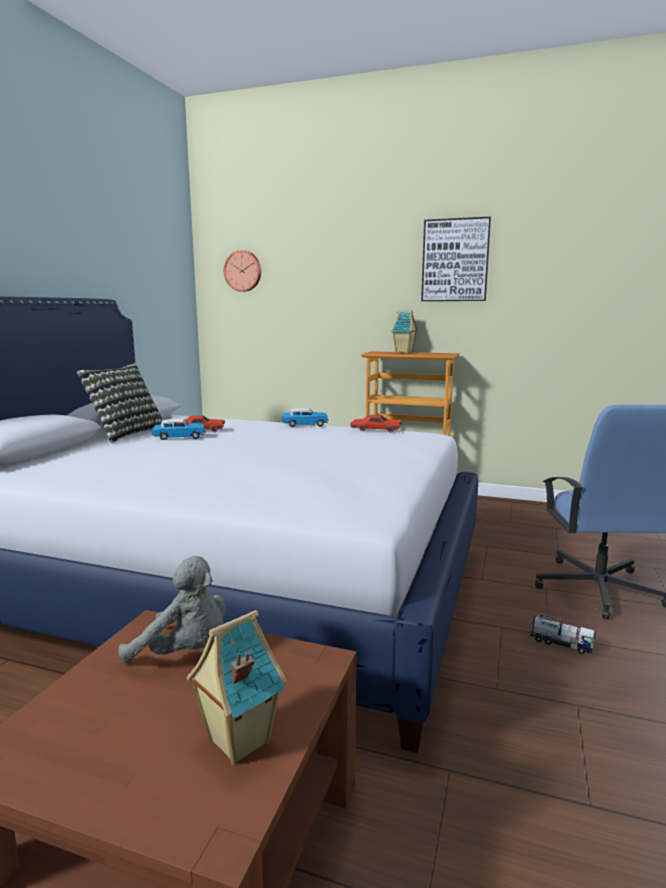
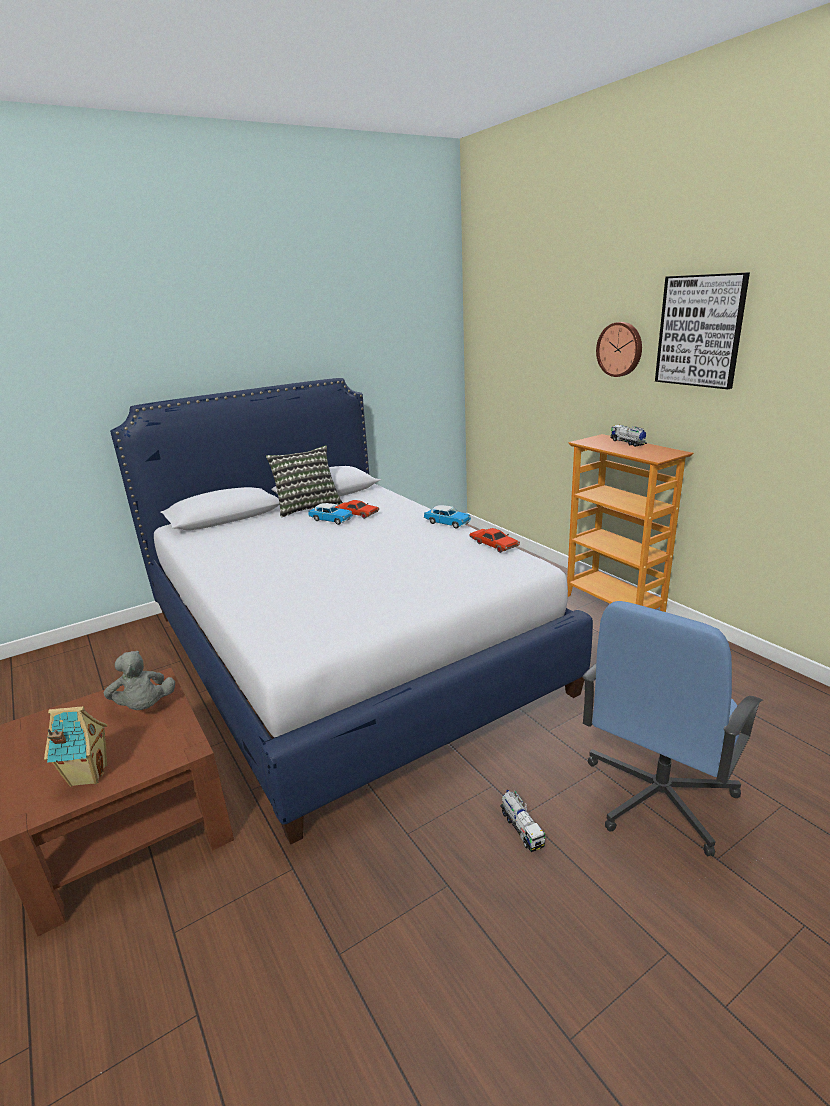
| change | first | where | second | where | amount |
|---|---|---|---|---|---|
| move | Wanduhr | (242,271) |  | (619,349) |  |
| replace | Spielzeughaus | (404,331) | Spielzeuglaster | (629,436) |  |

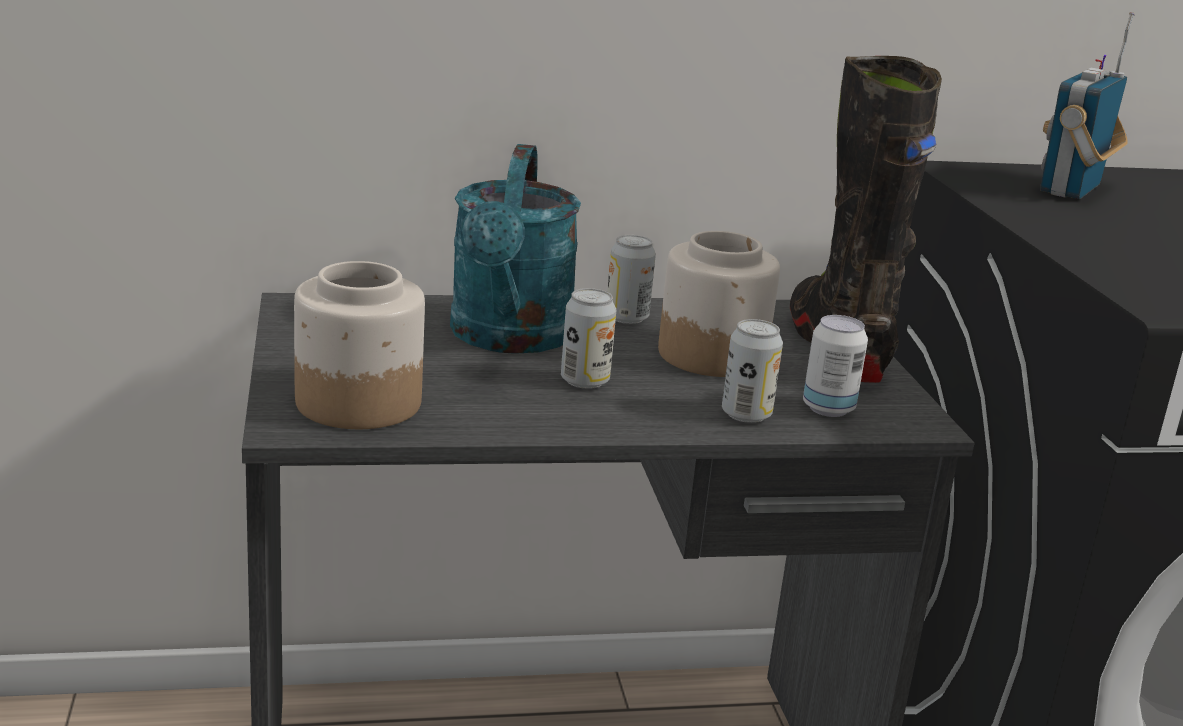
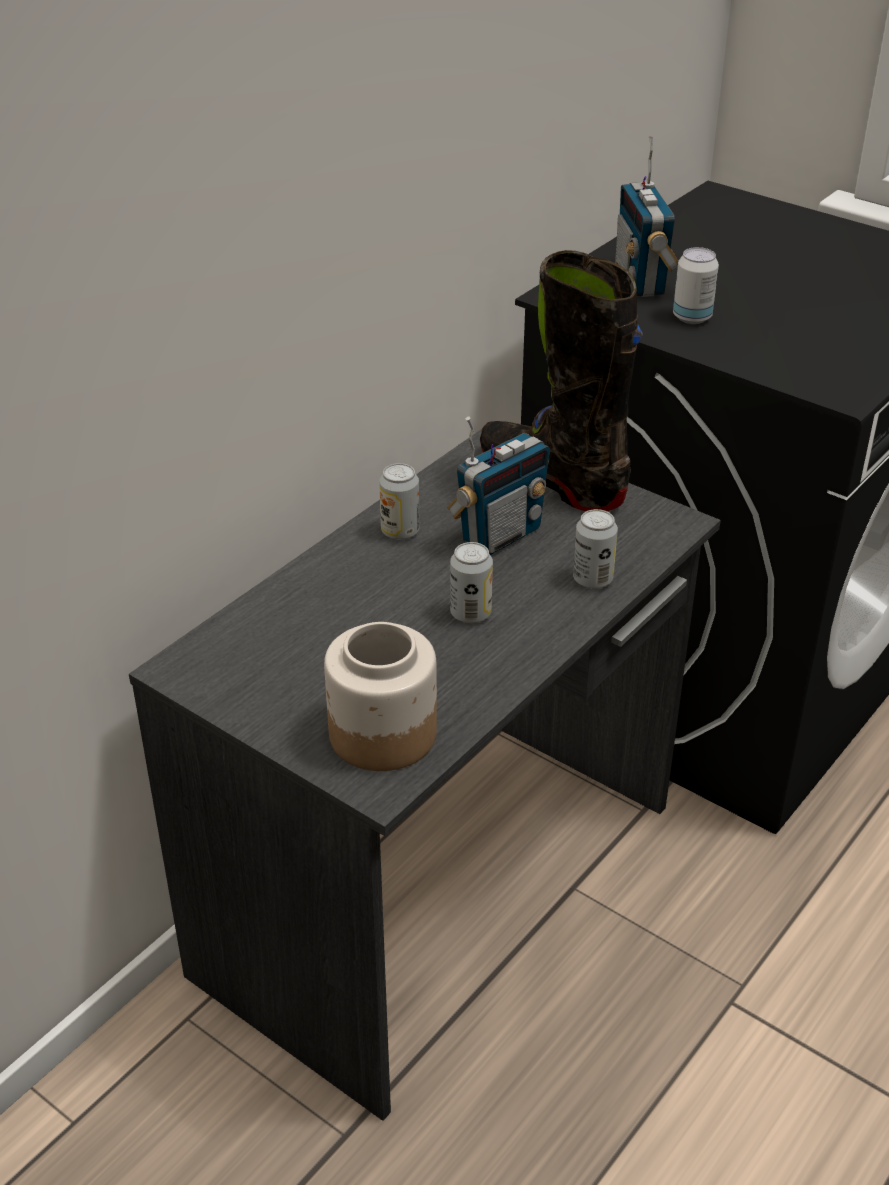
| change | first | where | second | where | amount |
|---|---|---|---|---|---|
| delete | Gießkanne/türkis | (515,249) |  |  |  |
| move | Dose | (835,366) |  | (696,285) |  |
| replace | Vorratsglas | (719,304) | Radio | (498,486) |  |

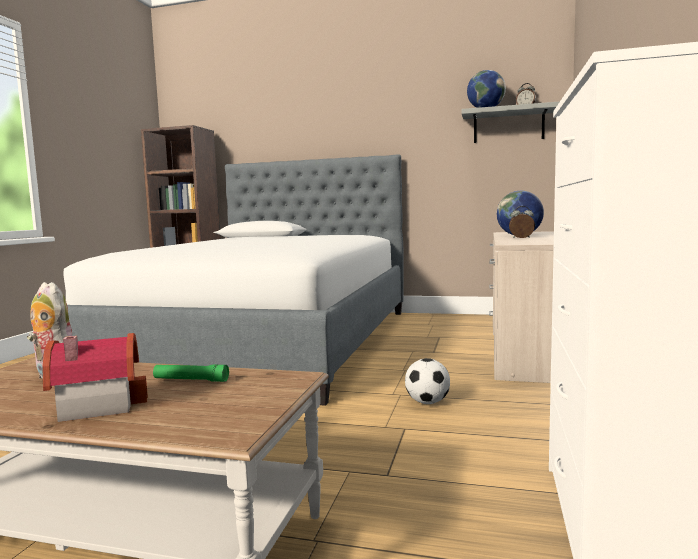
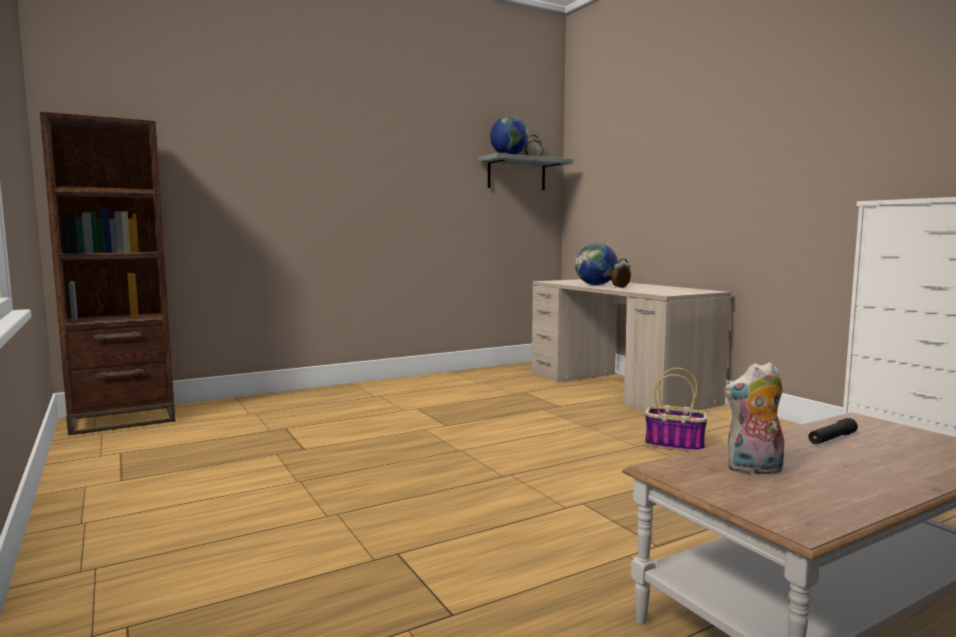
| change | first | where | second | where | amount |
|---|---|---|---|---|---|
| delete | Spielzeughaus | (95,377) |  |  |  |
| delete | Bett | (234,280) |  |  |  |
| replace | Fußball | (427,381) | Korb | (676,410) |  |
| recolor | Taschenlampe/grün | (191,373) | Taschenlampe/schwarz | (833,431) |  |

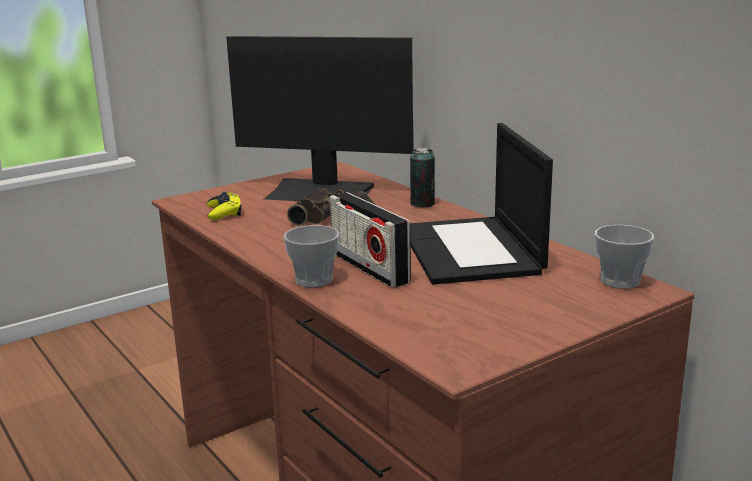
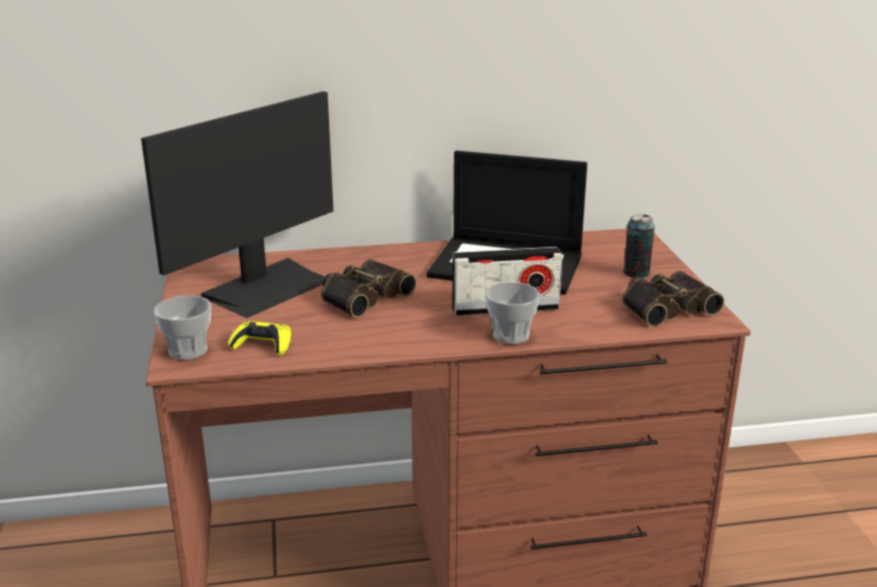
| change | first | where | second | where | amount |
|---|---|---|---|---|---|
| insert |  |  | Fernglas | (673,299) |  |
| move | Dose | (422,177) |  | (639,246) |  |
| move | Tasse | (624,257) |  | (182,327) |  |

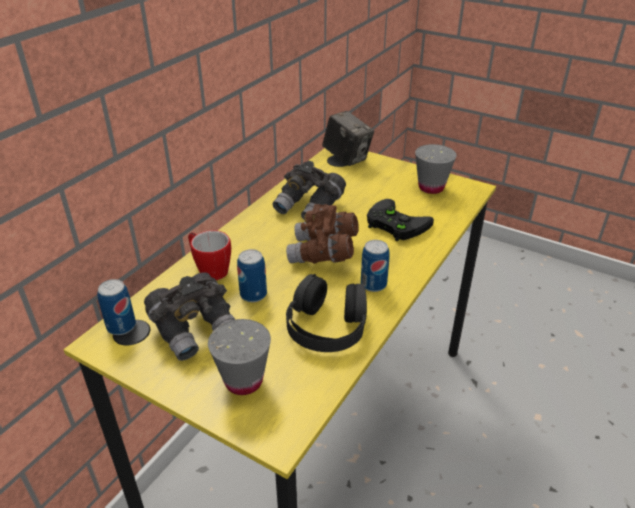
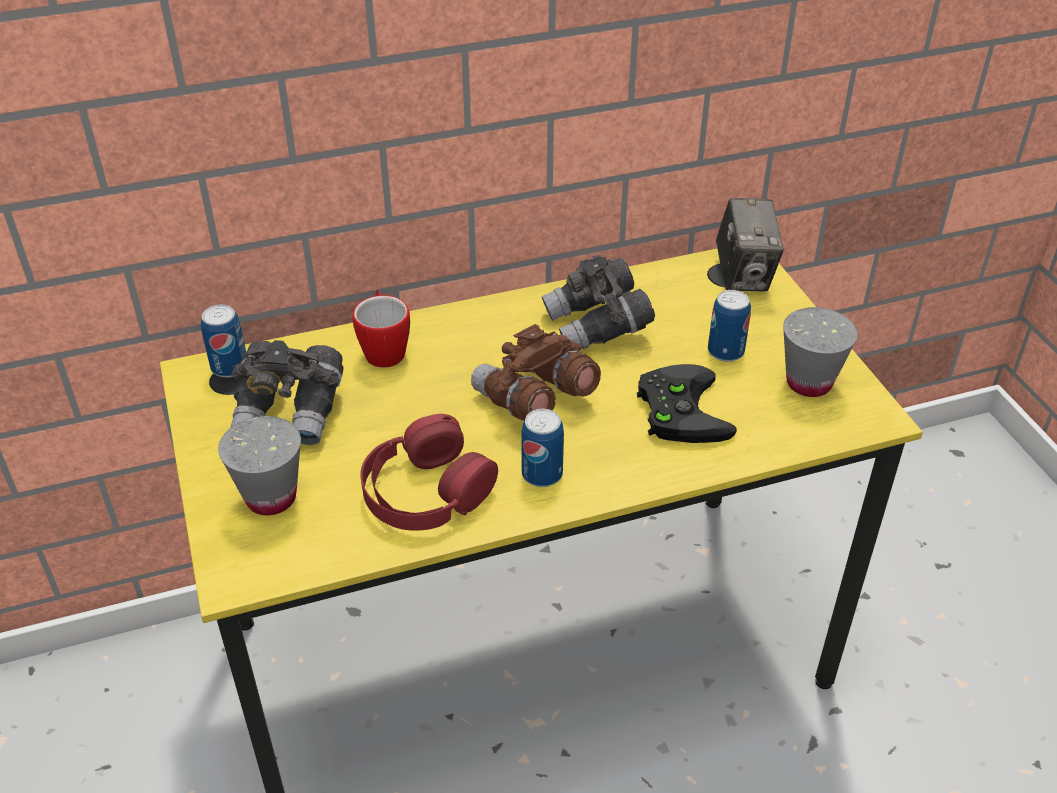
| change | first | where | second | where | amount |
|---|---|---|---|---|---|
| move | Dose | (252,275) |  | (729,326) |  |
| recolor | Kopfhörer/schwarz | (326,313) | Kopfhörer/rot | (429,472) |  |

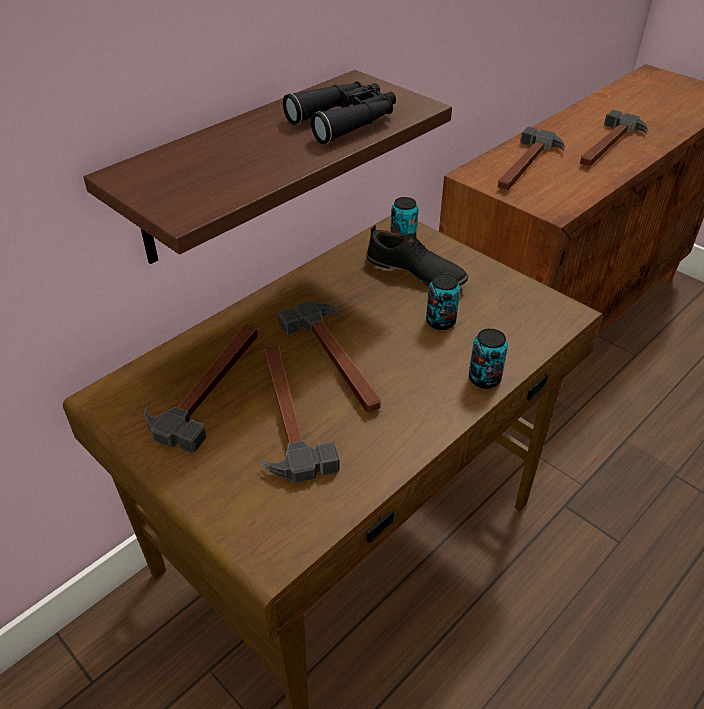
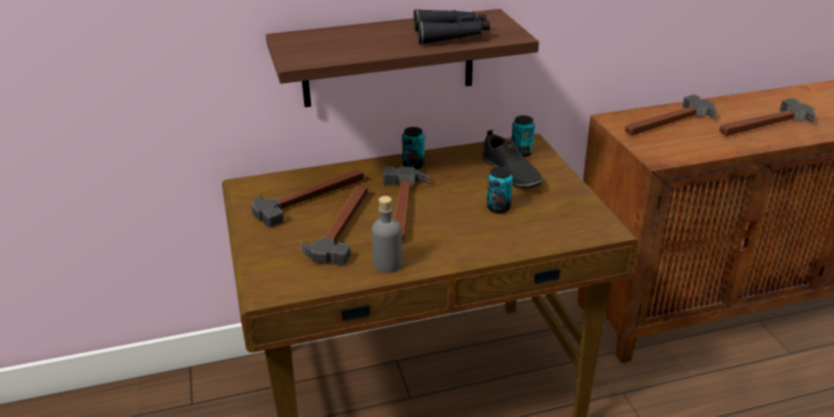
| change | first | where | second | where | amount |
|---|---|---|---|---|---|
| insert |  |  | Flasche/grau | (387,234) |  |
| move | Dose | (488,358) |  | (413,148) |  |

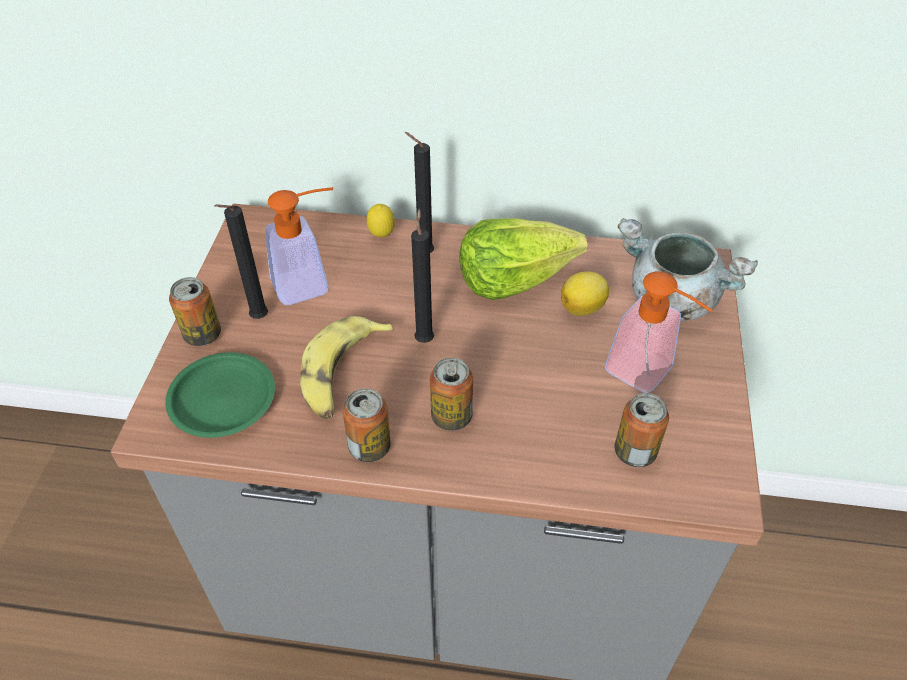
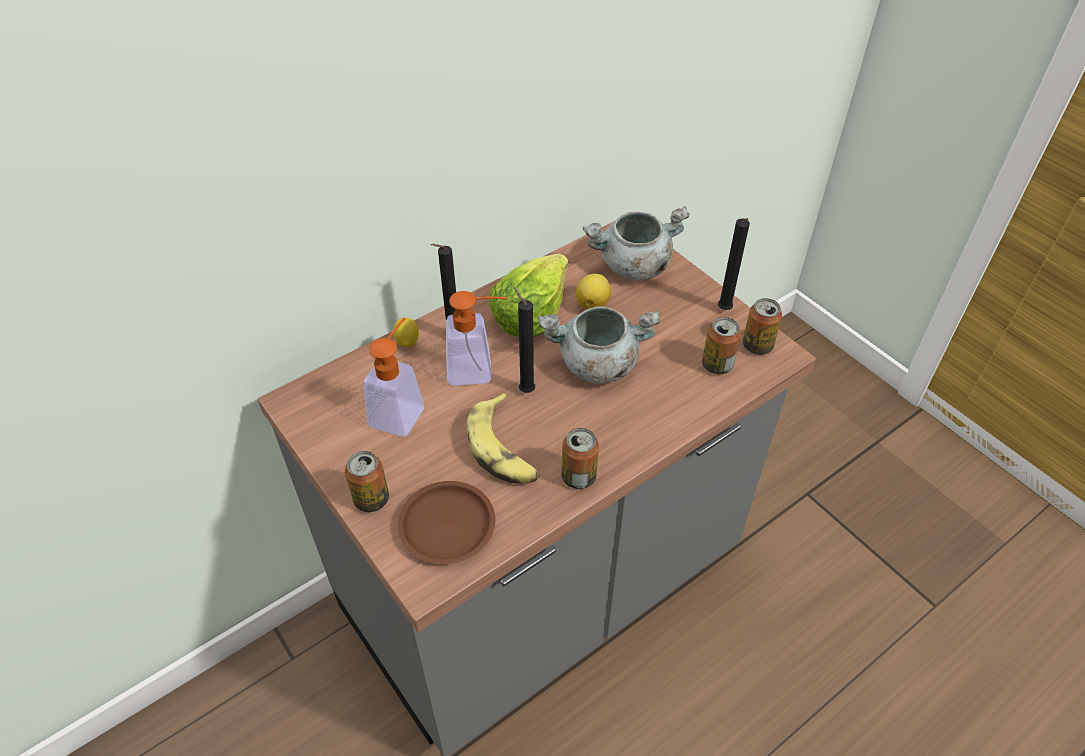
| change | first | where | second | where | amount |
|---|---|---|---|---|---|
| insert |  |  | Kochtopf/grau | (599,345) |  |
| move | Kerze/schwarz | (241,261) |  | (734,264) |  |
| move | Dose | (451,394) |  | (762,326) |  |
| move | Seifenspender | (659,332) |  | (477,338) |  |
| recolor | Teller/grün | (220,395) | Teller/braun | (446,522) |  |

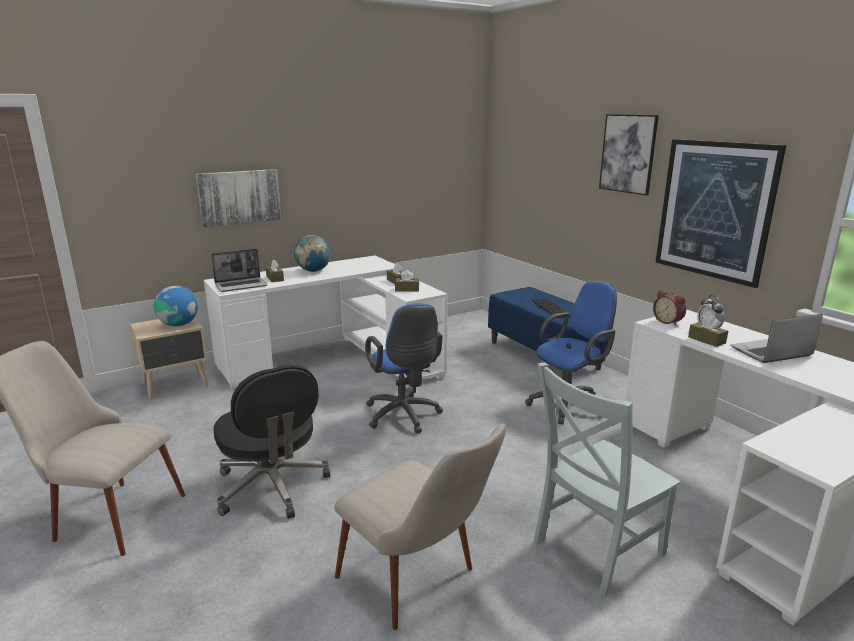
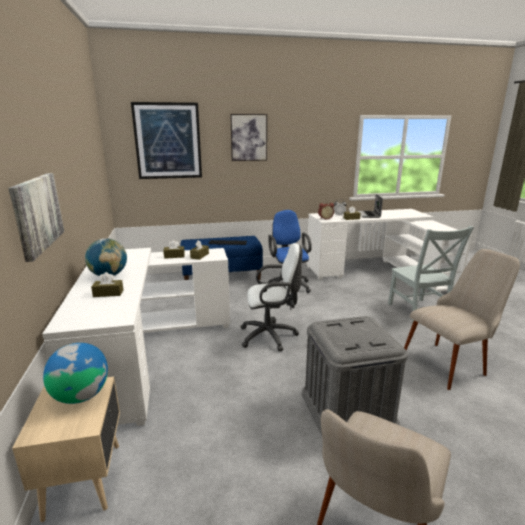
| change | first | where | second | where | amount |
|---|---|---|---|---|---|
| delete | Laptop | (239,270) |  |  |  |
| move | Bild | (720,213) |  | (166,140) |  |
| replace | Bürostuhl/schwarz | (272,442) | Aufbewahrungsbox/grau | (355,375) |  |
| recolor | Bürostuhl/blau | (404,369) | Bürostuhl/weiß | (271,297) |  |

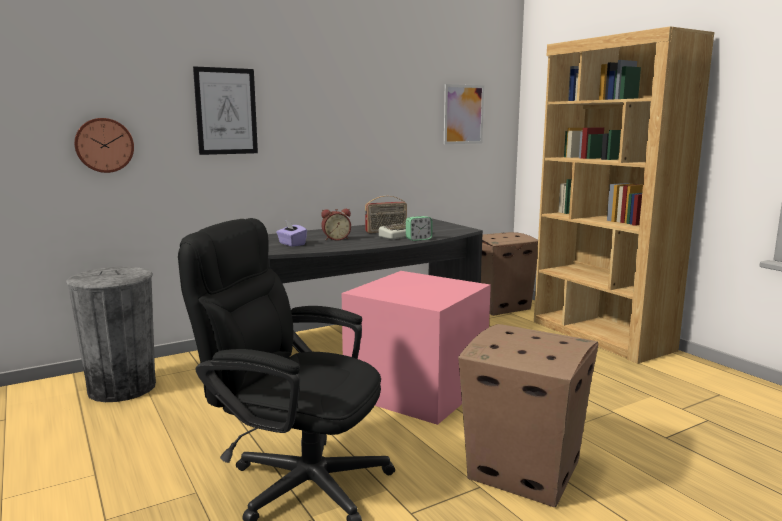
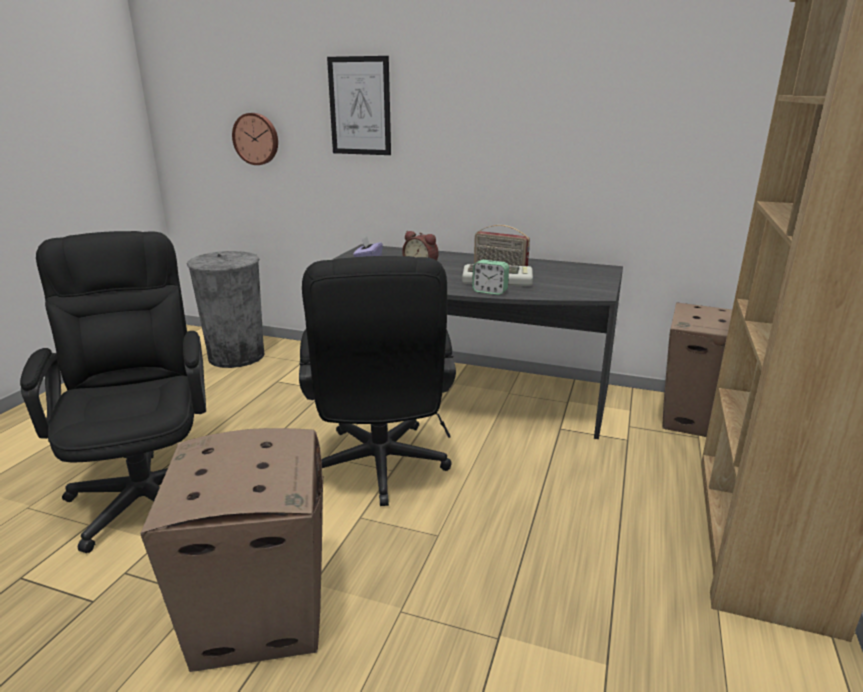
| change | first | where | second | where | amount |
|---|---|---|---|---|---|
| delete | Bild | (464,114) |  |  |  |
| replace | Aufbewahrungsbox/rosa | (416,348) | Bürostuhl/schwarz | (377,381) |  |

